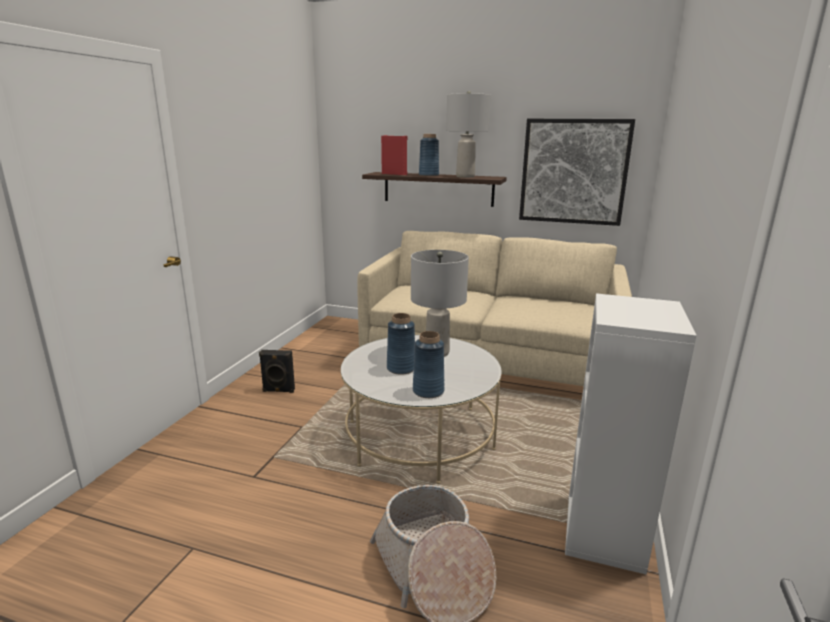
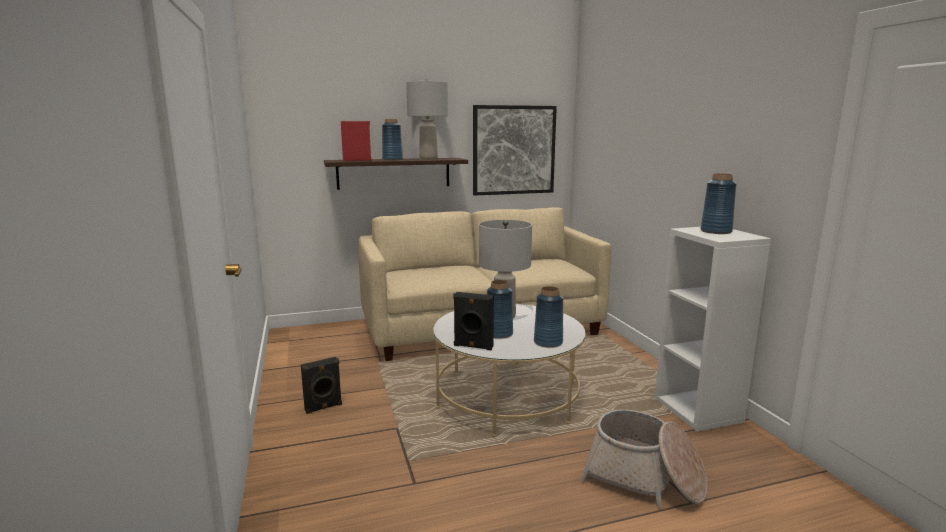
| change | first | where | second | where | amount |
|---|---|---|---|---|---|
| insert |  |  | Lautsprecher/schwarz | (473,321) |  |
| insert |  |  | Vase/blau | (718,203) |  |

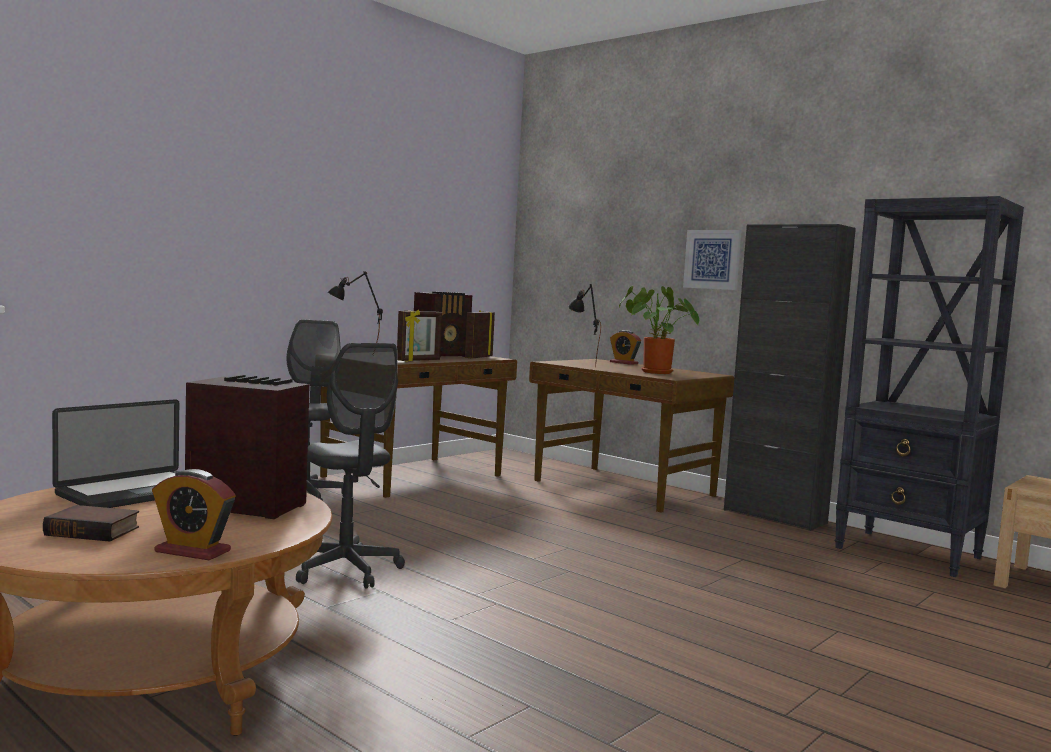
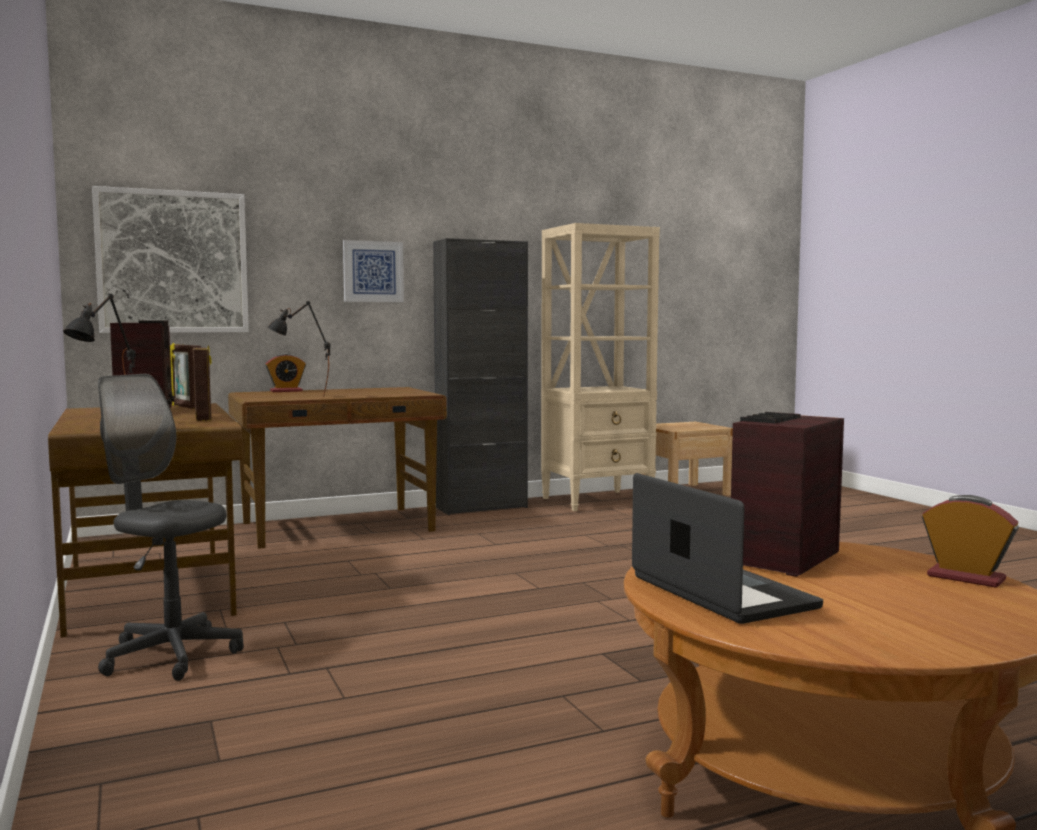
| change | first | where | second | where | amount |
|---|---|---|---|---|---|
| delete | Buch | (91,523) |  |  |  |
| delete | Bürostuhl/grau | (350,466) |  |  |  |
| delete | Topfpflanze | (659,330) |  |  |  |
| insert |  |  | Bild | (170,259) |  |
| recolor | Bücherregal/schwarz | (929,386) | Bücherregal/beige | (600,367) |  |
| rotate | Wecker | (193,514) |  | (970,541) | 90 degrees counterclockwise |

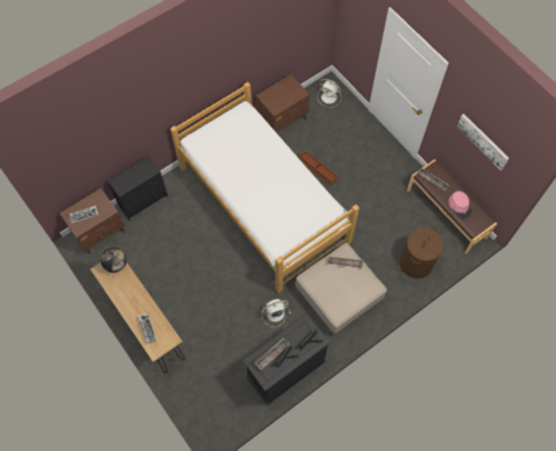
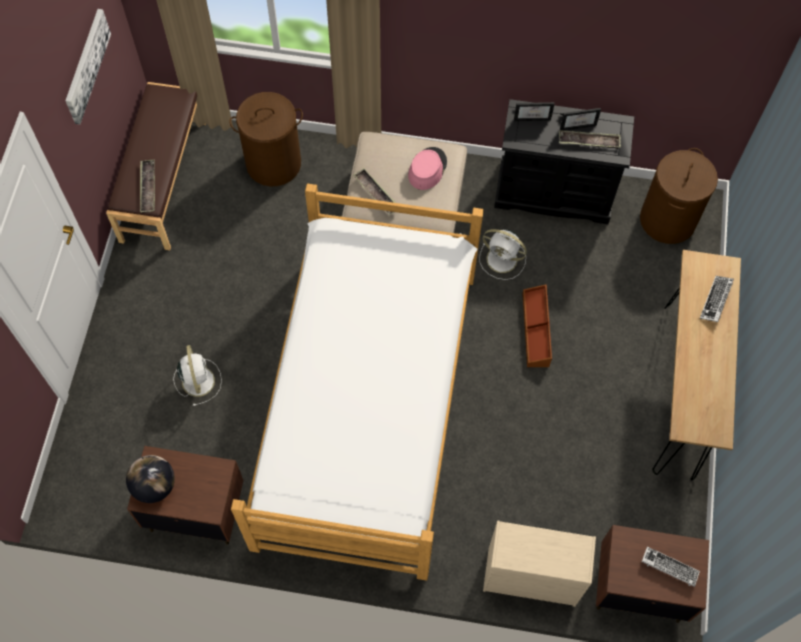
| change | first | where | second | where | amount |
|---|---|---|---|---|---|
| insert |  |  | Wäschekorb/braun | (679,196) |  |
| move | Globus | (114,260) |  | (150,479) |  |
| move | Aufbewahrungsbox/braun | (318,168) |  | (537,325) |  |
| move | Ventilator/weiß | (329,93) |  | (197,375) |  |
| move | Hut/rosa | (460,204) |  | (427,168) |  |
| recolor | Kommode/schwarz | (138,188) | Kommode/beige | (539,564) |  |

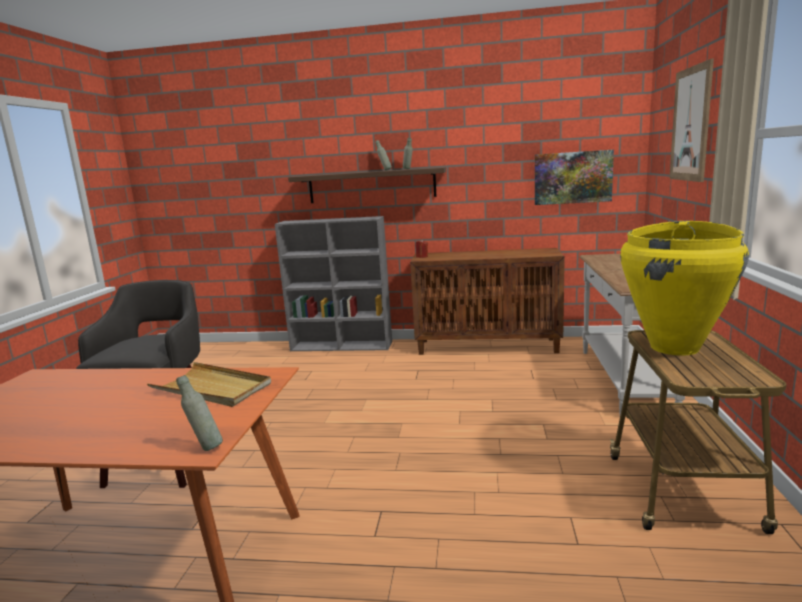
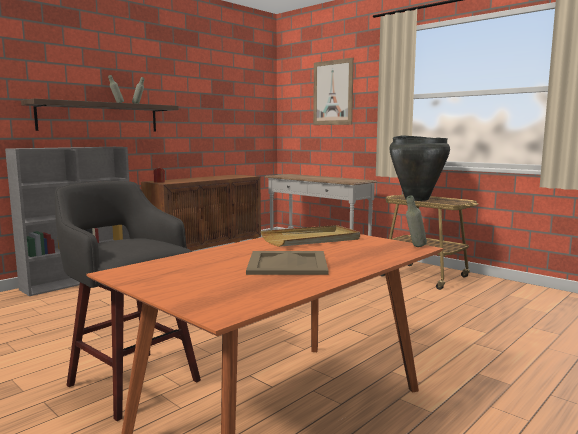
| change | first | where | second | where | amount |
|---|---|---|---|---|---|
| delete | Bild | (574,177) |  |  |  |
| insert |  |  | Tablett/beige | (287,263) |  |
| recolor | Vase/gelb | (684,288) | Vase/schwarz | (419,168) |  |

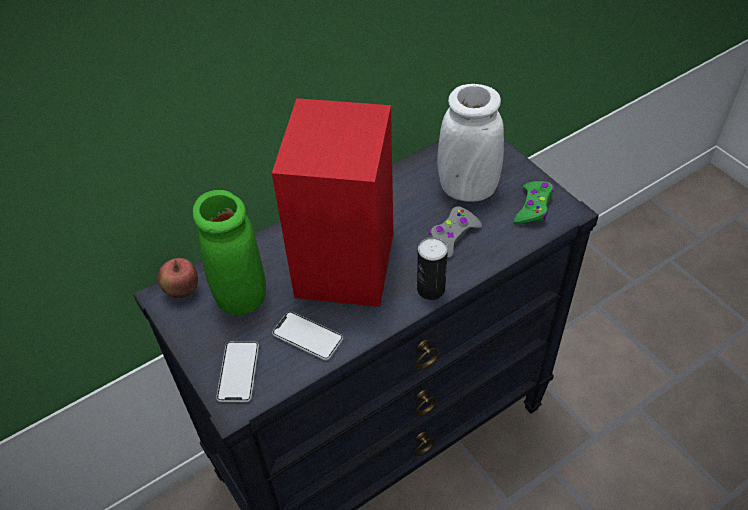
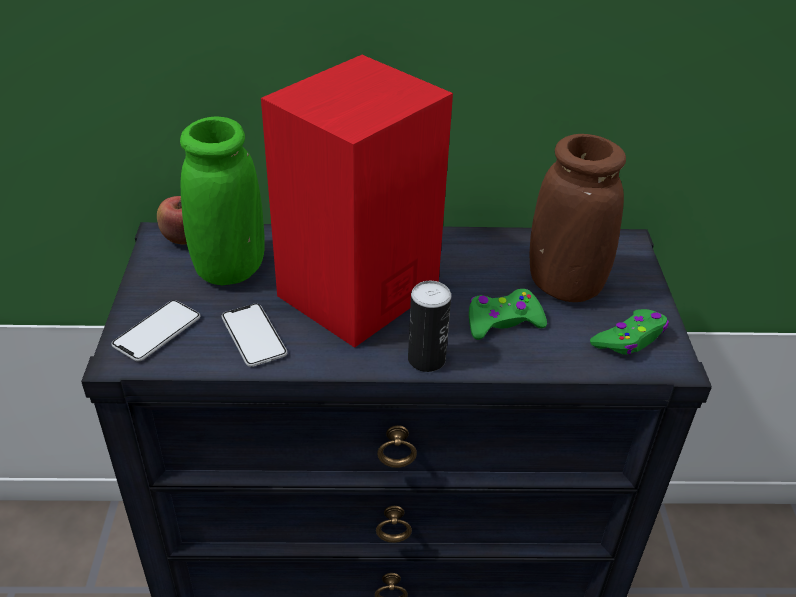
| change | first | where | second | where | amount |
|---|---|---|---|---|---|
| recolor | Gamepad/grau | (455,232) | Gamepad/grün | (508,314) |  |
| recolor | Vase/weiß | (470,143) | Vase/braun | (578,218) |  |

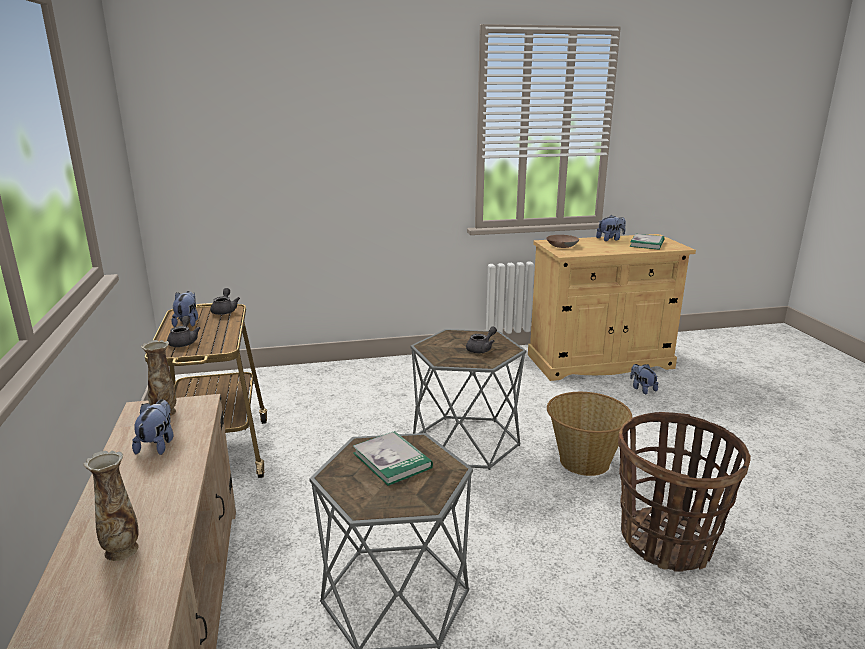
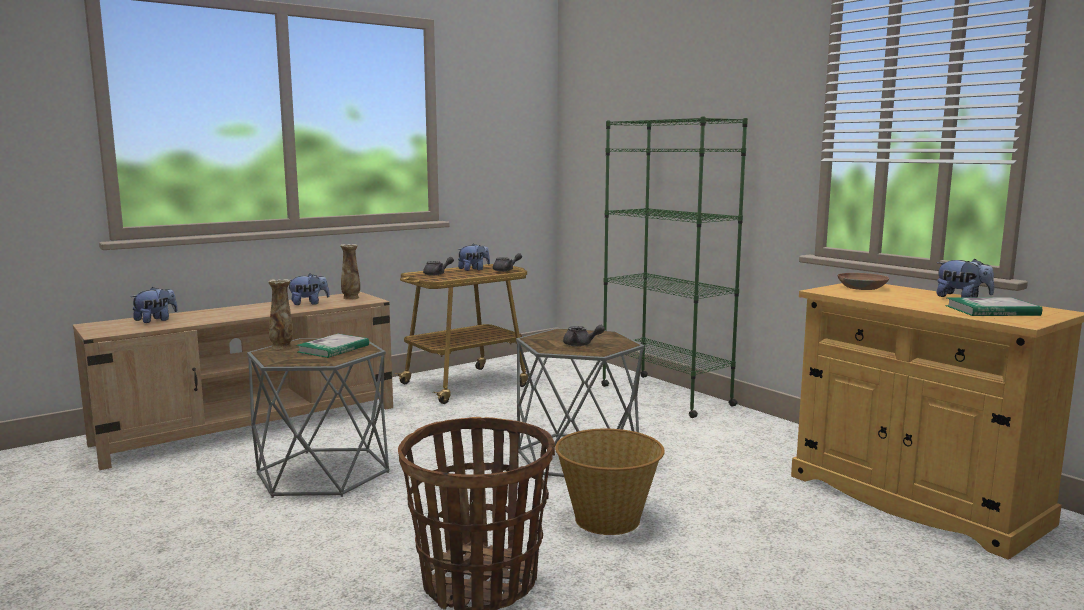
| change | first | where | second | where | amount |
|---|---|---|---|---|---|
| insert |  |  | Bücherregal/grün | (674,267) |  |
| move | Vase | (111,506) |  | (280,314) |  |
| move | Plüschtier | (644,379) |  | (154,305) |  |

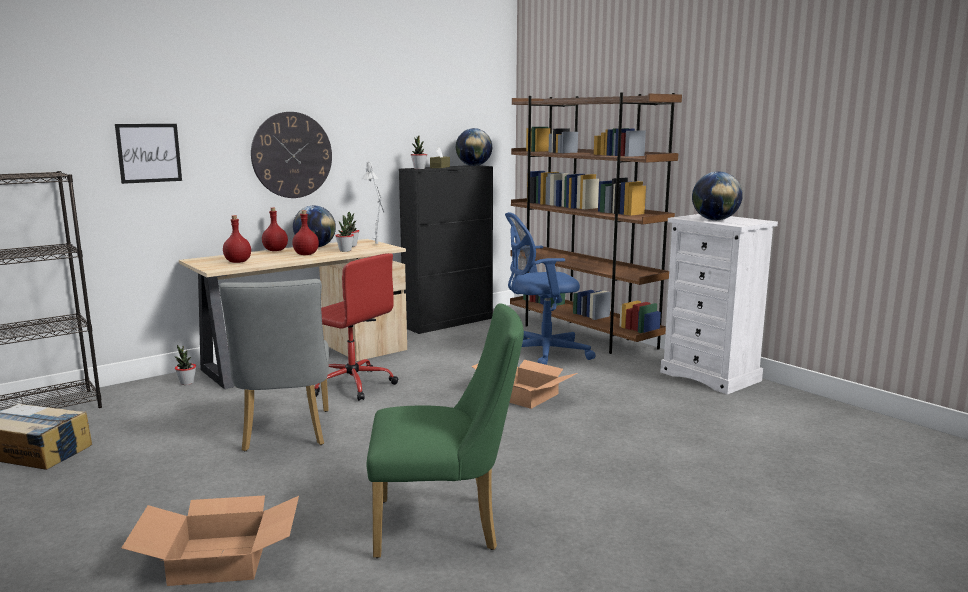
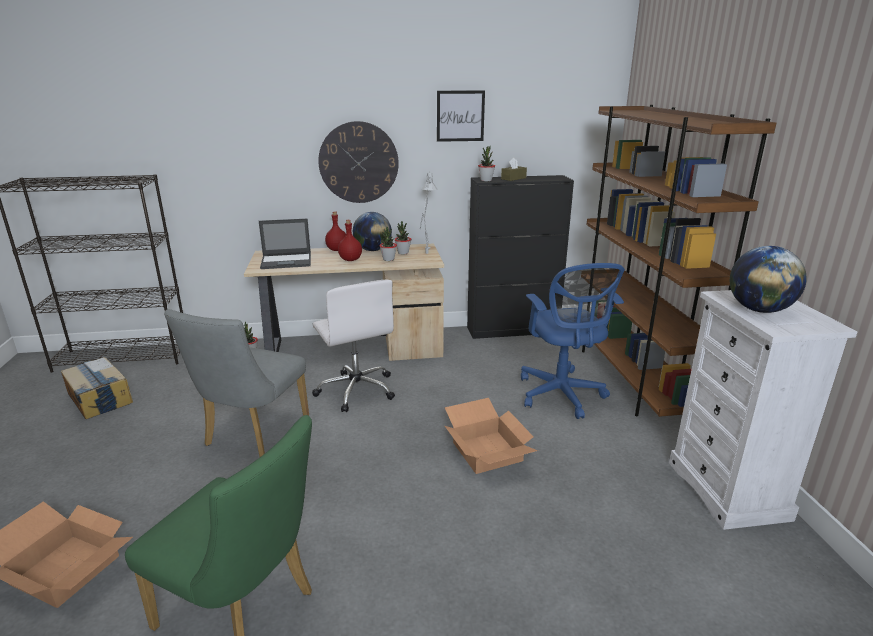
| change | first | where | second | where | amount |
|---|---|---|---|---|---|
| delete | Globus | (474,147) |  |  |  |
| move | Bild | (148,154) |  | (461,116) |  |
| replace | Flasche/rot | (237,239) | Laptop | (285,243) |  |
| recolor | Bürostuhl/rot | (356,327) | Bürostuhl/weiß | (353,346) |  |
| rotate | Bürostuhl/blau | (550,288) |  | (573,341) | 120 degrees counterclockwise |

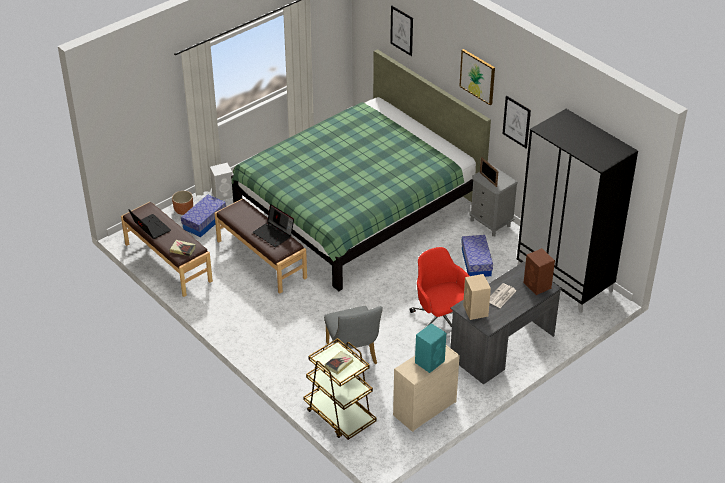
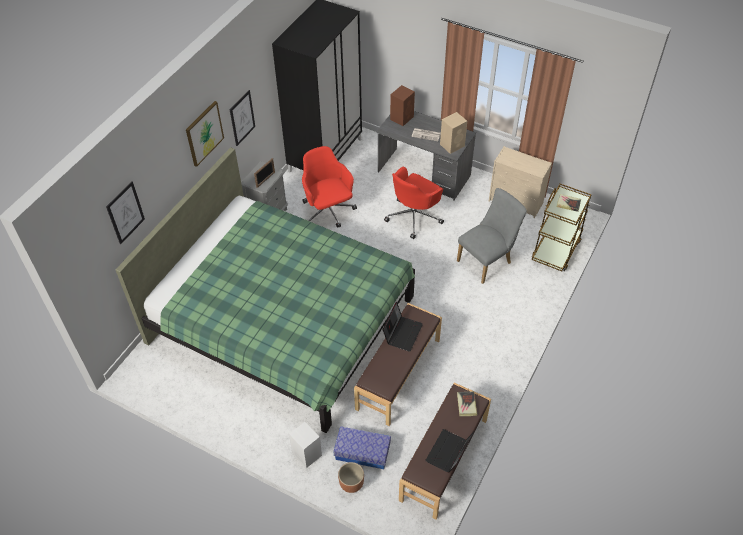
| change | first | where | second | where | amount |
|---|---|---|---|---|---|
| delete | Lautsprecher/türkis | (430,348) |  |  |  |
| replace | Aufbewahrungsbox | (477,256) | Bürostuhl/rot | (329,187) |  |

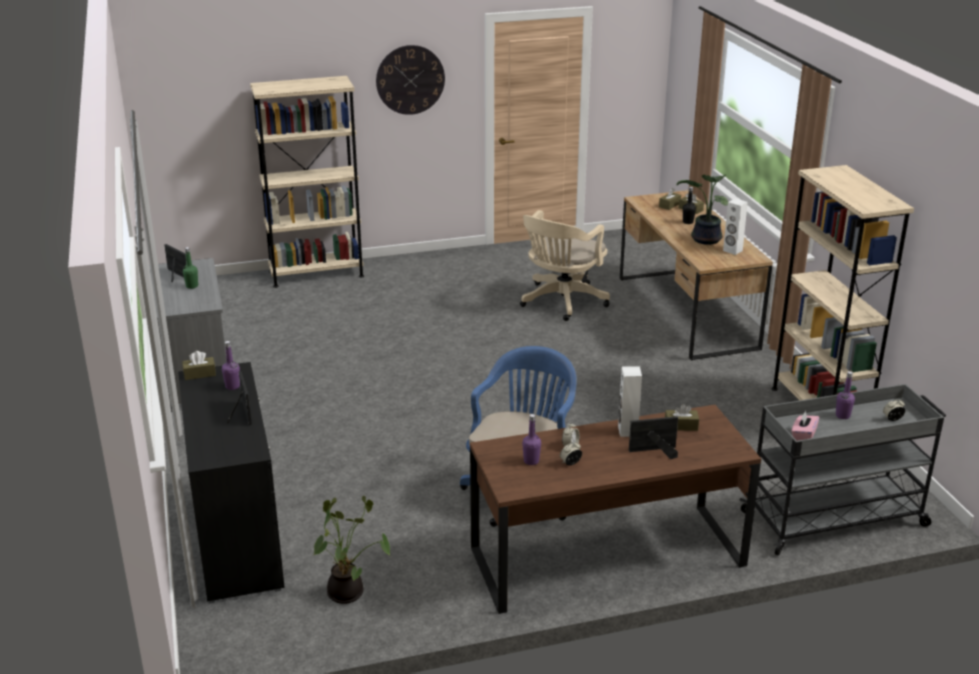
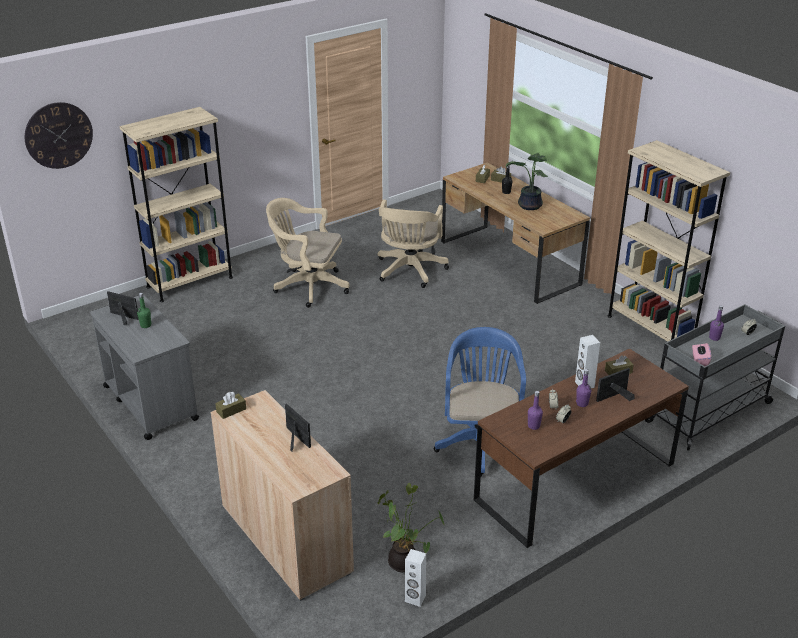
| change | first | where | second | where | amount |
|---|---|---|---|---|---|
| insert |  |  | Bürostuhl/beige | (308,253) |  |
| move | Flasche/lila | (231,365) |  | (583,388) |  |
| move | Wanduhr | (410,80) |  | (59,135) |  |
| move | Lautsprecher/weiß | (735,226) |  | (415,578) |  |
| recolor | Schrank/schwarz | (231,483) | Schrank/beige | (282,495) |  |

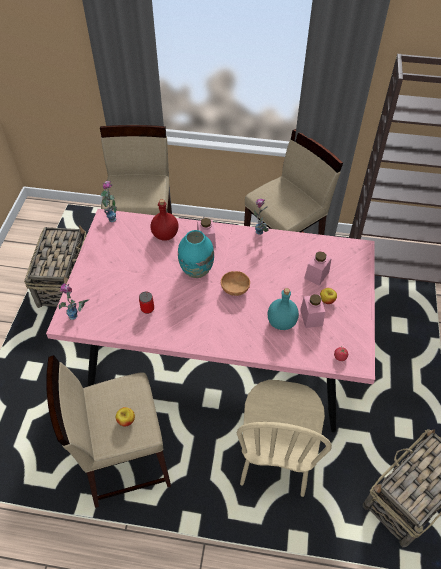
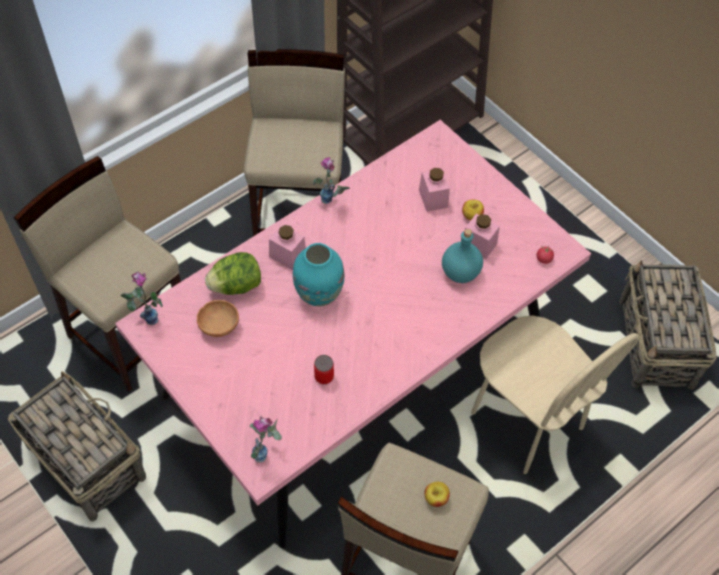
| change | first | where | second | where | amount |
|---|---|---|---|---|---|
| move | Schüssel/braun | (235,283) |  | (218,318) |  |
| replace | Flasche/rot | (164,220) | Salatkopf | (233,273) |  |

